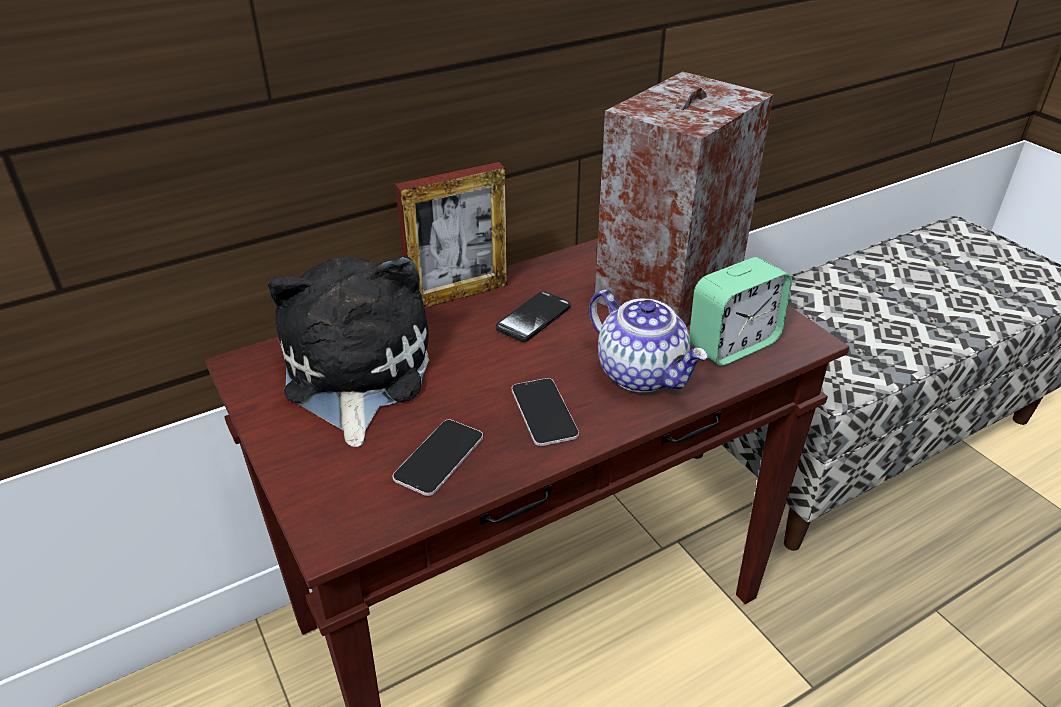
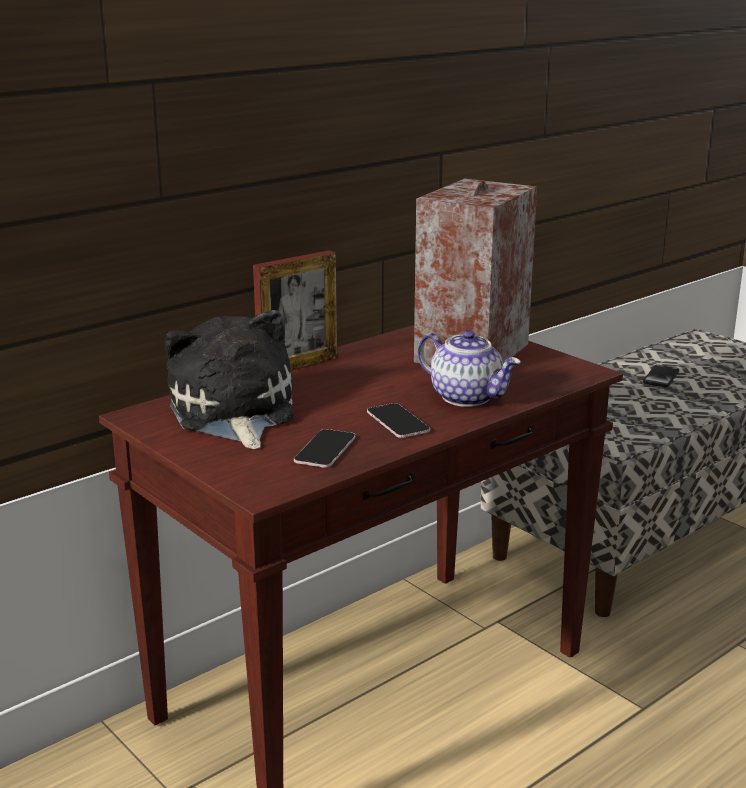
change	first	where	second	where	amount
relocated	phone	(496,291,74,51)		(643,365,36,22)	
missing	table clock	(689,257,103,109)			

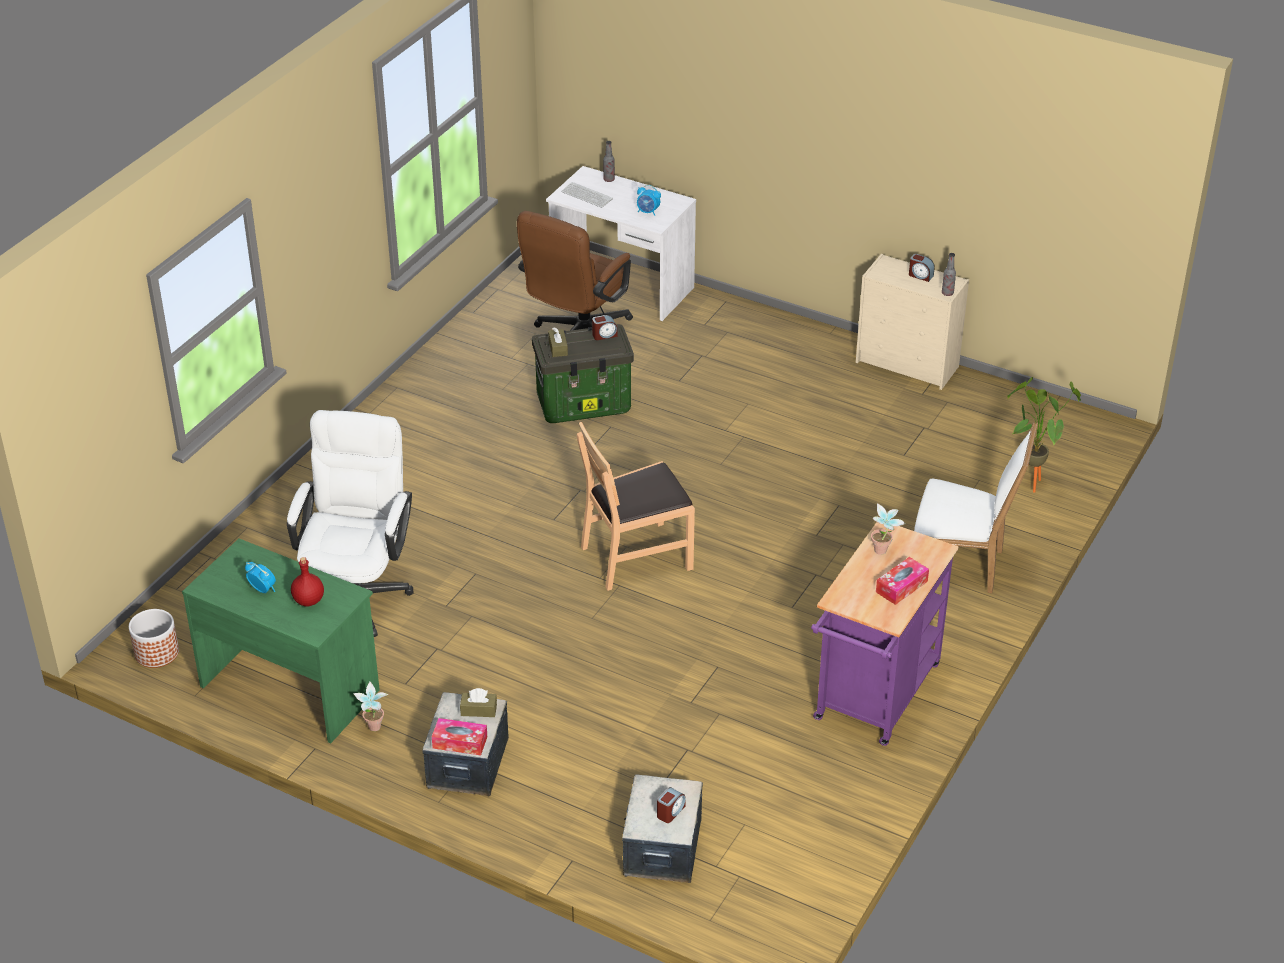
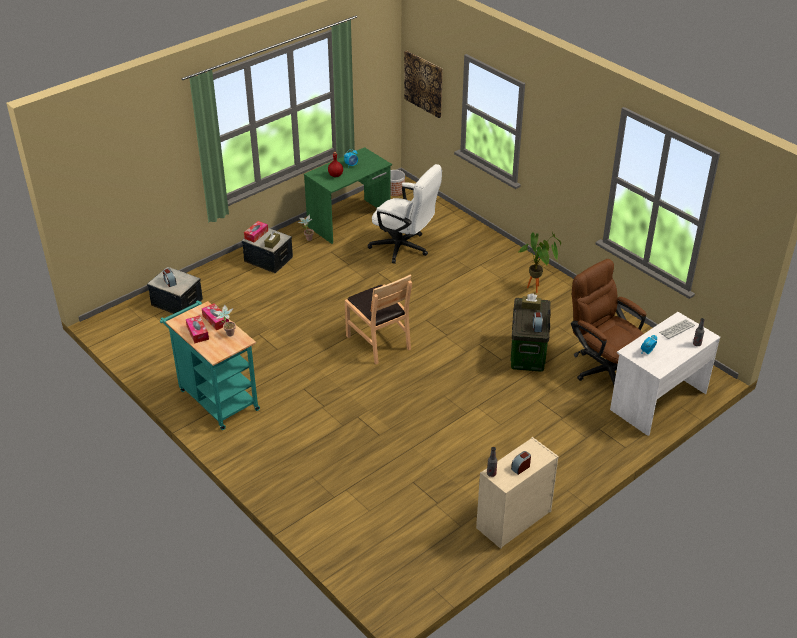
change	first	where	second	where	amount
spun	brown-coloured upright chair	(577,422,118,169)		(345,274,67,90)	150 degrees clockwise
colour	purple cart	(811,522,148,224)	turquoise-coloured cart	(160,301,100,129)	
missing	white-coloured upright chair	(914,422,124,171)			
relocated	potted plant	(1007,377,74,116)		(519,232,42,61)	
appeared			tissue holder	(202,303,27,27)	
appeared			wall art	(404,51,39,67)	

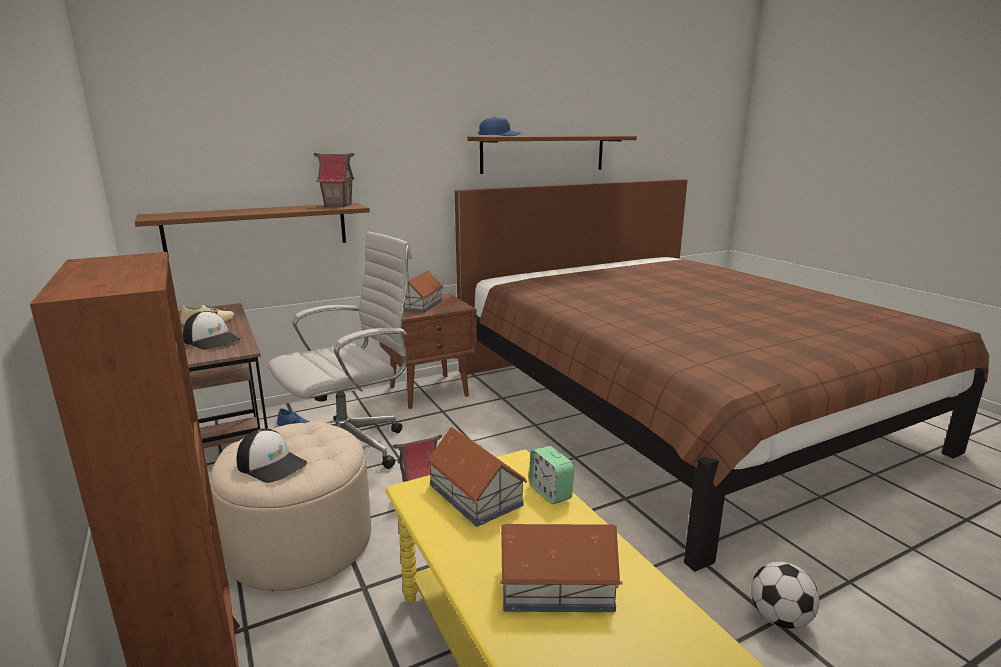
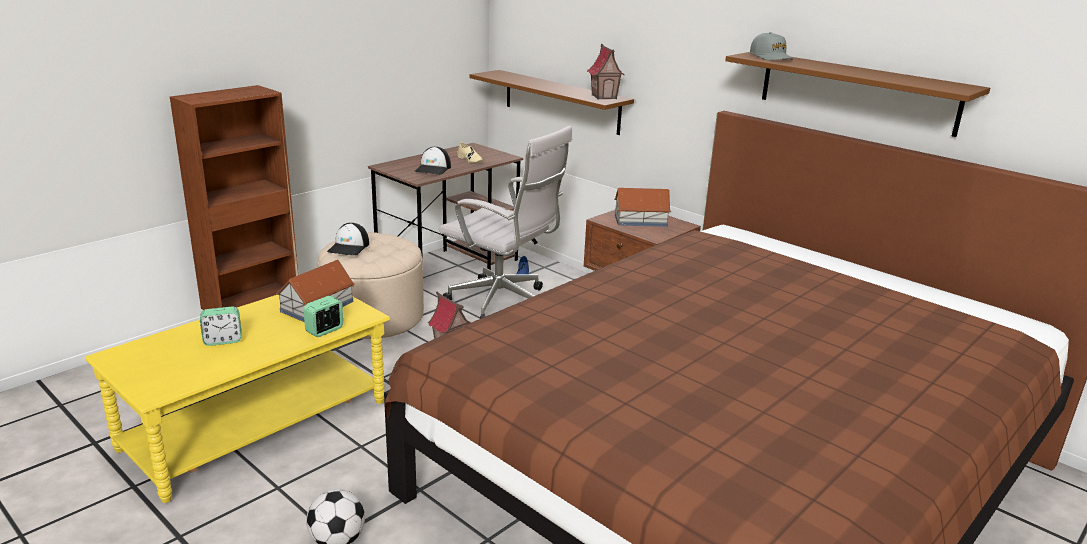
change	first	where	second	where	amount
colour	bluish baseball cap	(479,117,42,19)	greyish baseball cap	(750,32,43,28)	
exchanged	model house	(500,524,123,88)	table clock	(200,306,42,40)	

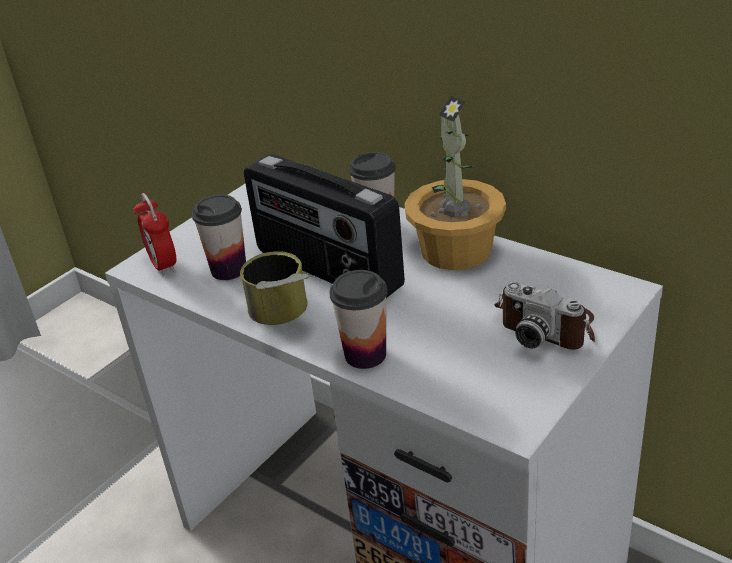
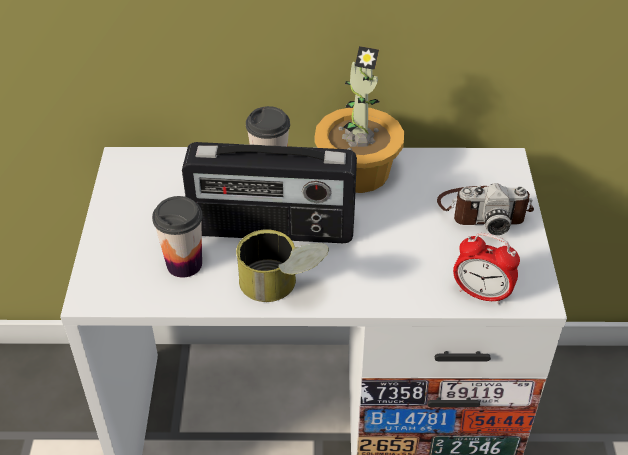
change	first	where	second	where	amount
relocated	table clock	(134,193,43,83)		(453,233,67,72)	
missing	cup	(329,270,59,99)			

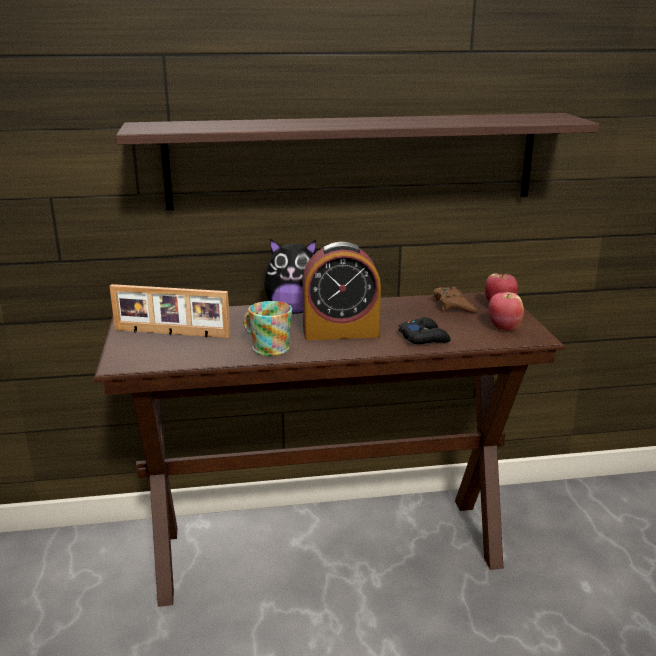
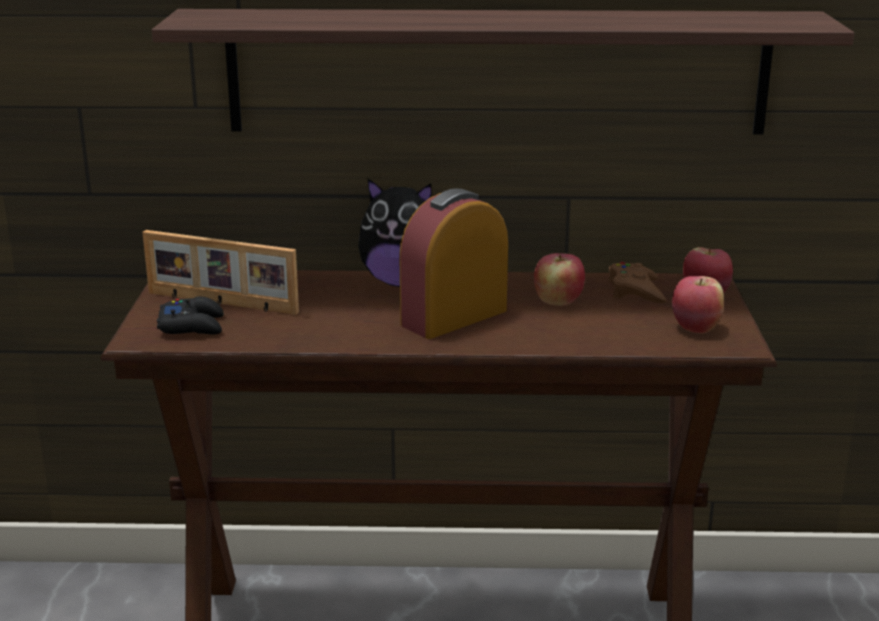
change	first	where	second	where	amount
missing	coffee mug	(243,301,49,55)			
spun	table clock	(302,242,79,98)		(399,188,109,151)	135 degrees clockwise
relocated	black joypad	(398,317,53,27)		(157,297,67,38)	
appeared			whole apple	(534,253,51,52)	

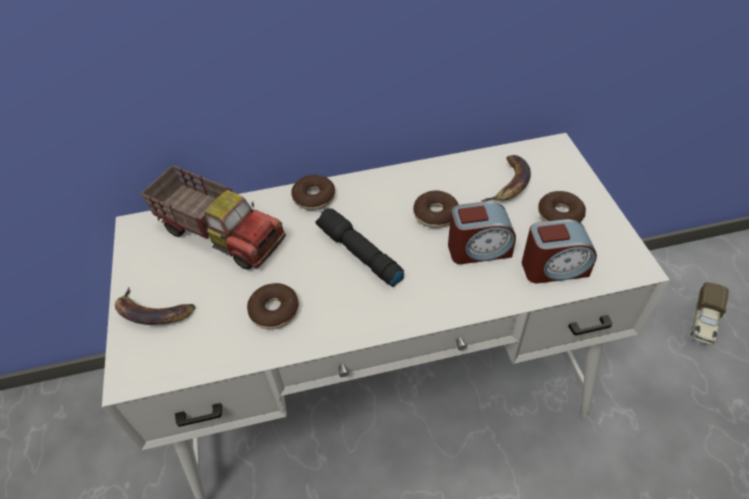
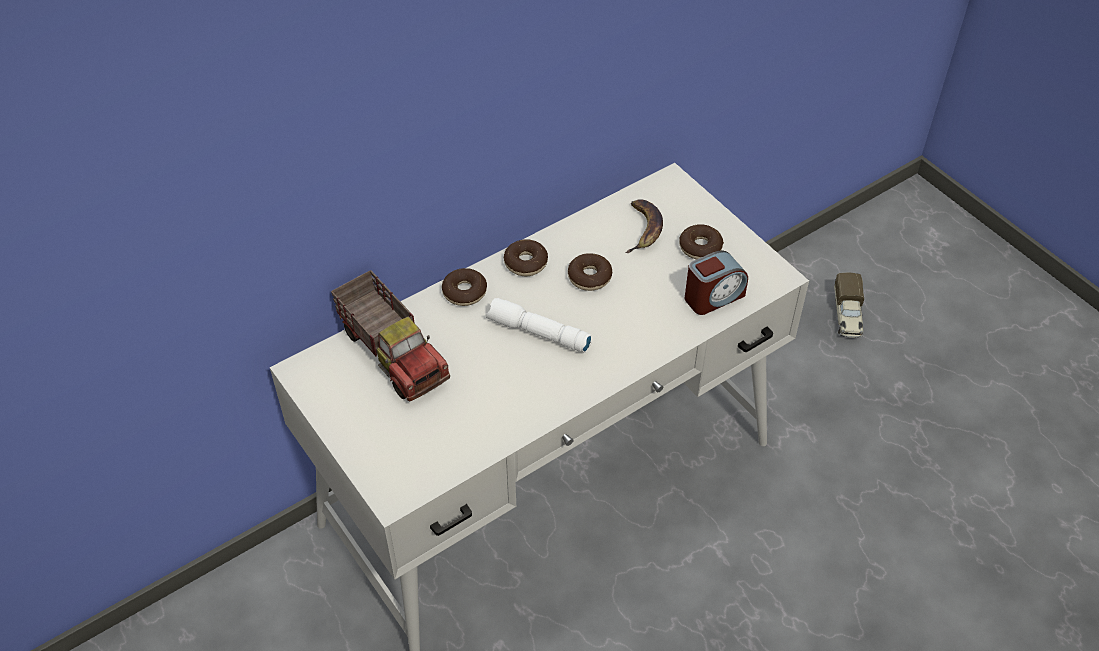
change	first	where	second	where	amount
missing	whole banana	(115,287,80,38)			
spun	model truck	(141,165,145,105)		(331,270,119,131)	45 degrees clockwise
relocated	ring doughnut	(247,283,52,46)		(504,239,44,38)	
colour	black flashlight	(315,208,89,79)	white-coloured flashlight	(485,298,107,55)	
missing	table clock	(448,201,68,63)			

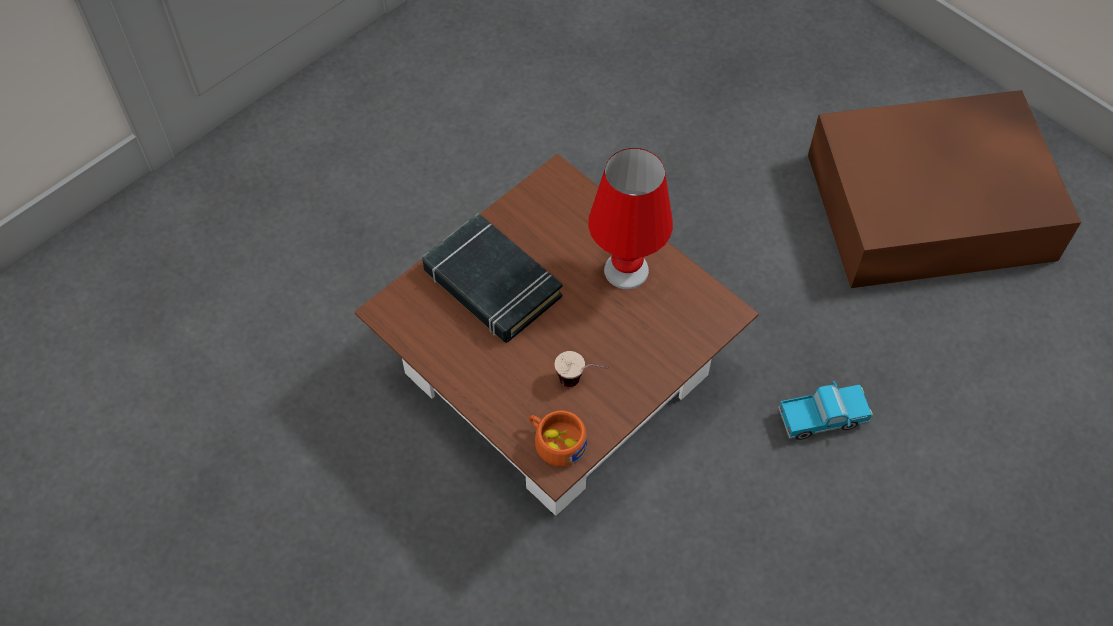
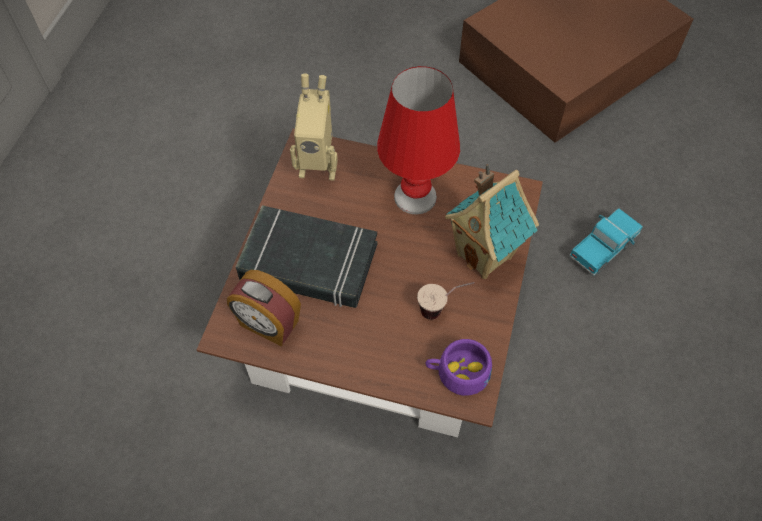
change	first	where	second	where	amount
colour	orange-coloured cup	(529,411,58,56)	purple cup	(425,339,67,57)	
appeared			table clock	(227,270,74,77)	
appeared			robot figure	(290,74,48,107)	
appeared			model house	(445,164,94,115)	

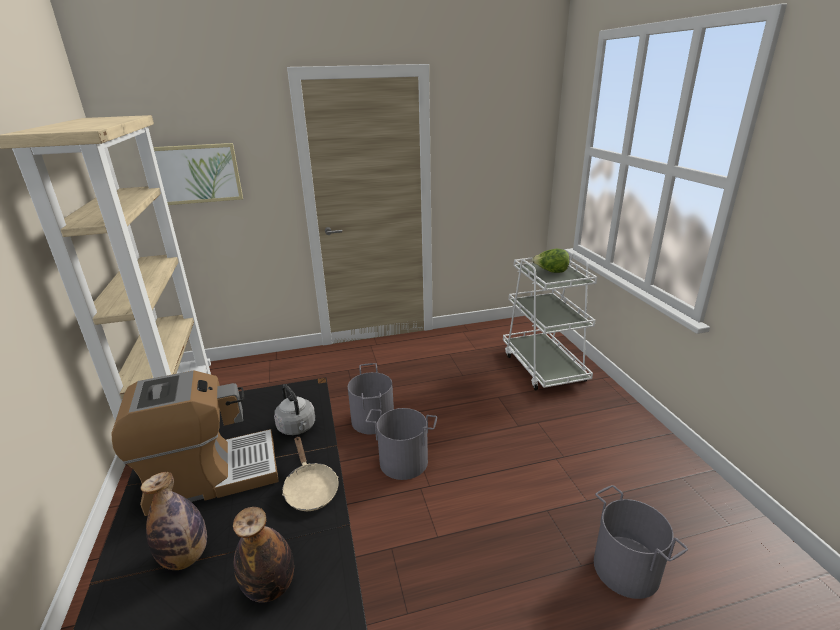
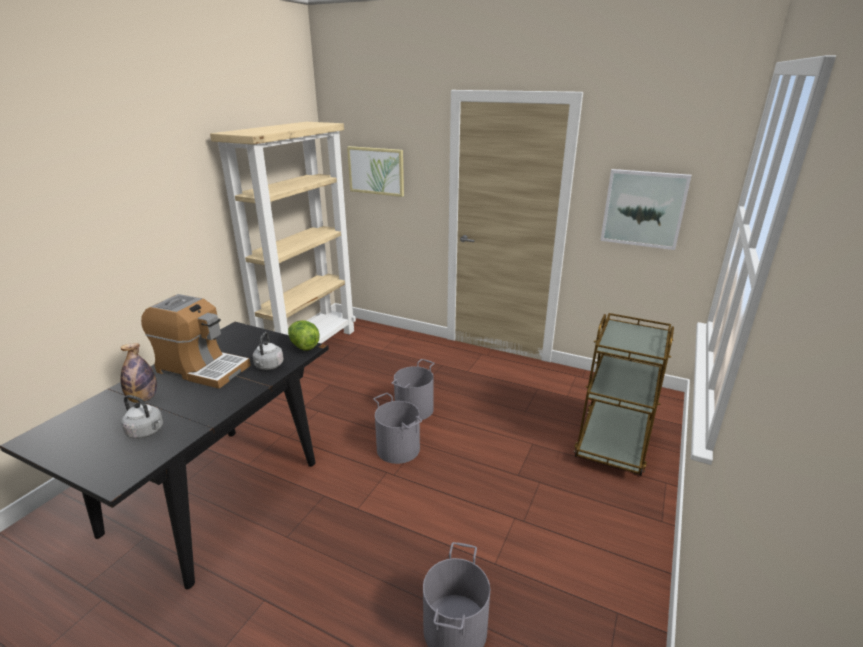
change	first	where	second	where	amount
exchanged	drink bottle	(233,507,61,96)	greyish tea kettle	(121,395,42,44)	
missing	sand-coloured pan	(282,436,57,75)			
colour	white-coloured cart	(503,253,94,138)	brown-coloured cart	(574,313,100,163)	
relocated	lettuce	(532,249,38,24)		(288,320,32,31)	
appeared			wall art	(600,169,92,81)	

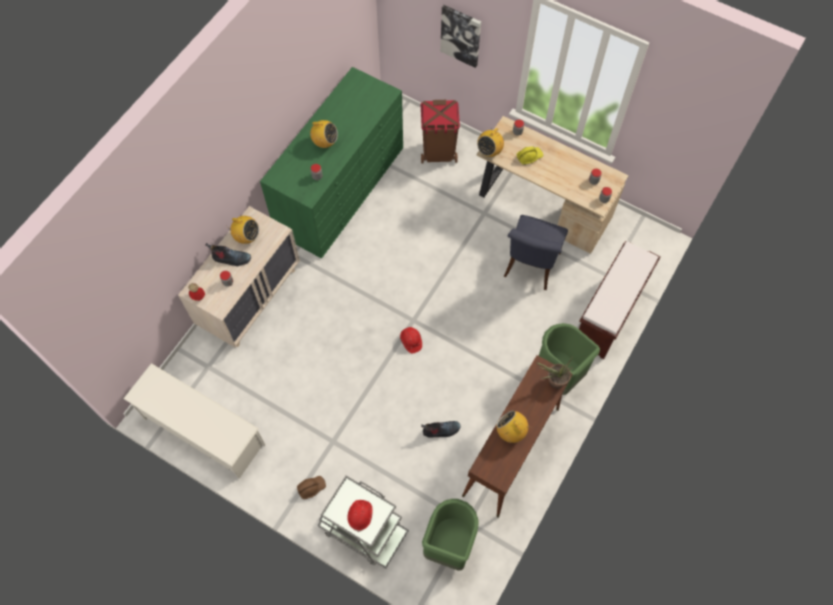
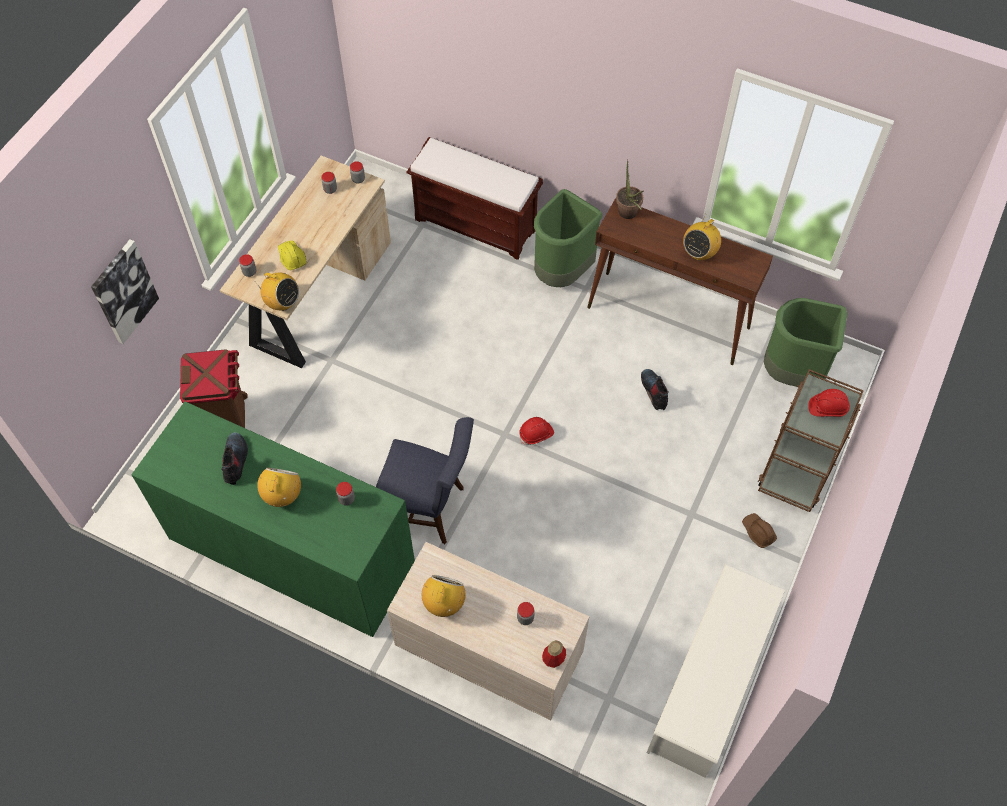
change	first	where	second	where	amount
relocated	boot	(206,243,45,23)		(221,432,27,53)	
colour	greyish cart	(318,476,91,93)	brown-coloured cart	(758,369,106,143)	
relocated	bluish upright chair	(504,215,64,75)		(376,417,98,127)	

